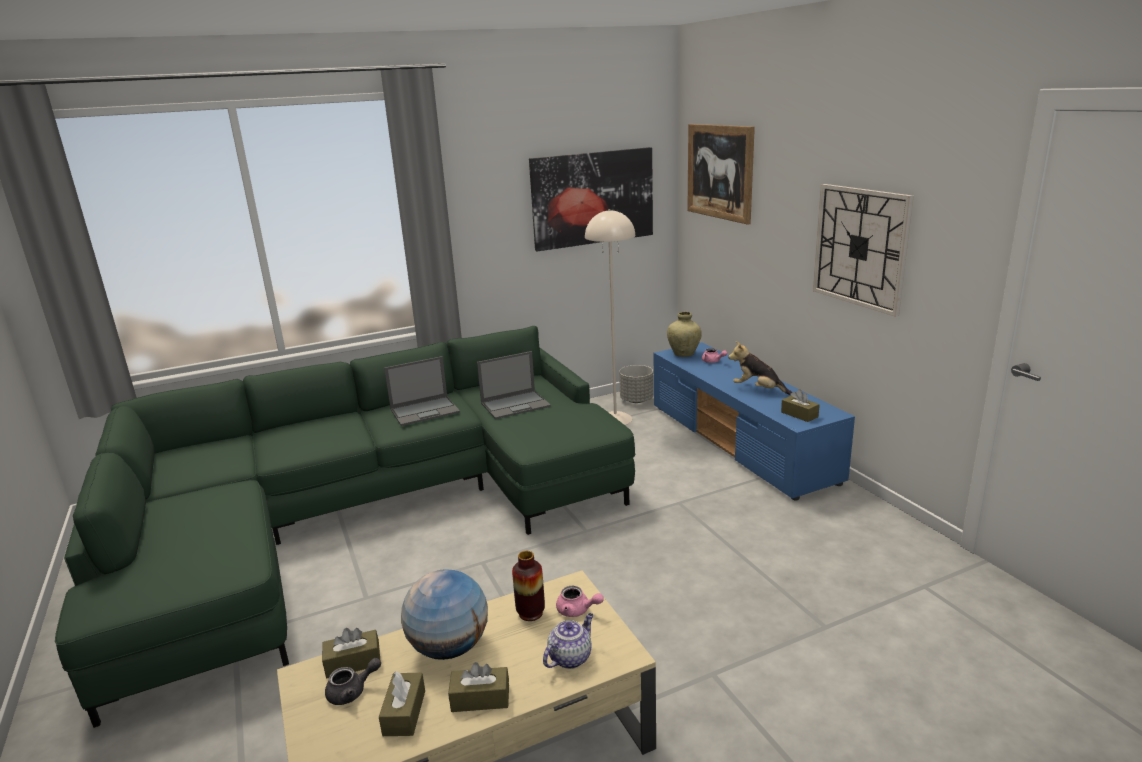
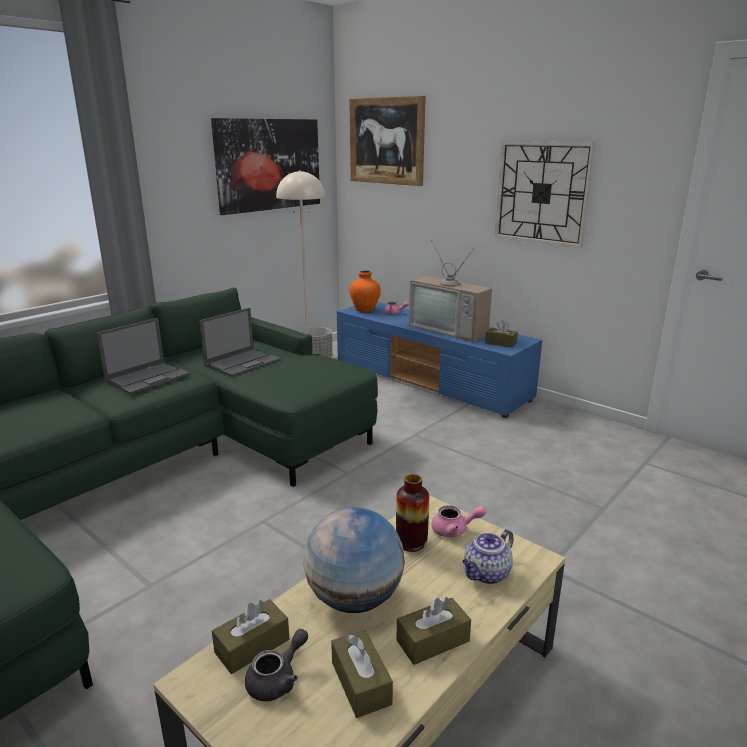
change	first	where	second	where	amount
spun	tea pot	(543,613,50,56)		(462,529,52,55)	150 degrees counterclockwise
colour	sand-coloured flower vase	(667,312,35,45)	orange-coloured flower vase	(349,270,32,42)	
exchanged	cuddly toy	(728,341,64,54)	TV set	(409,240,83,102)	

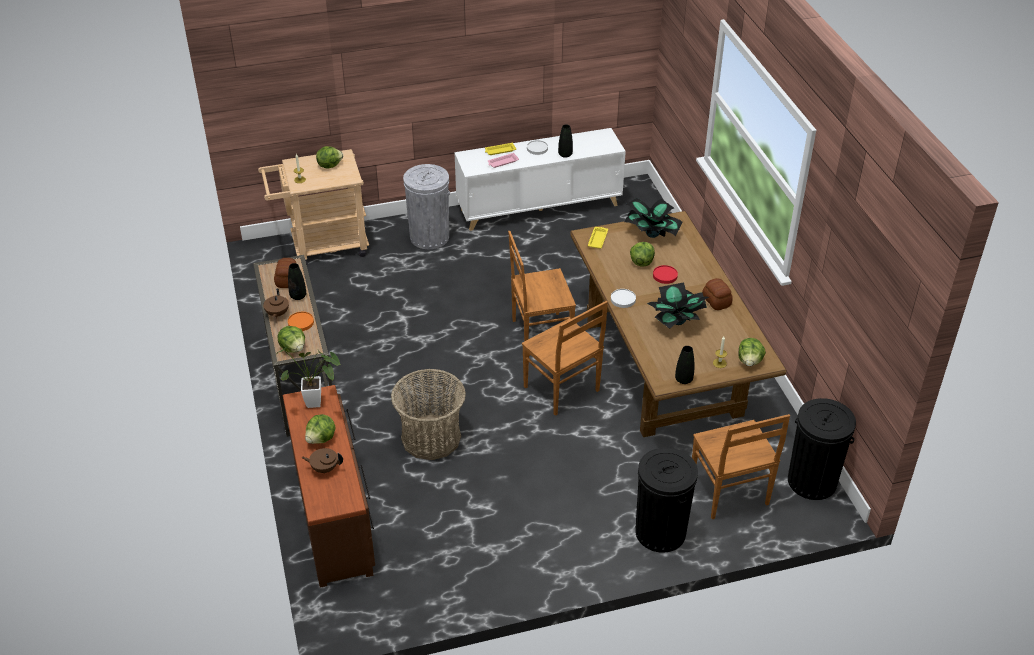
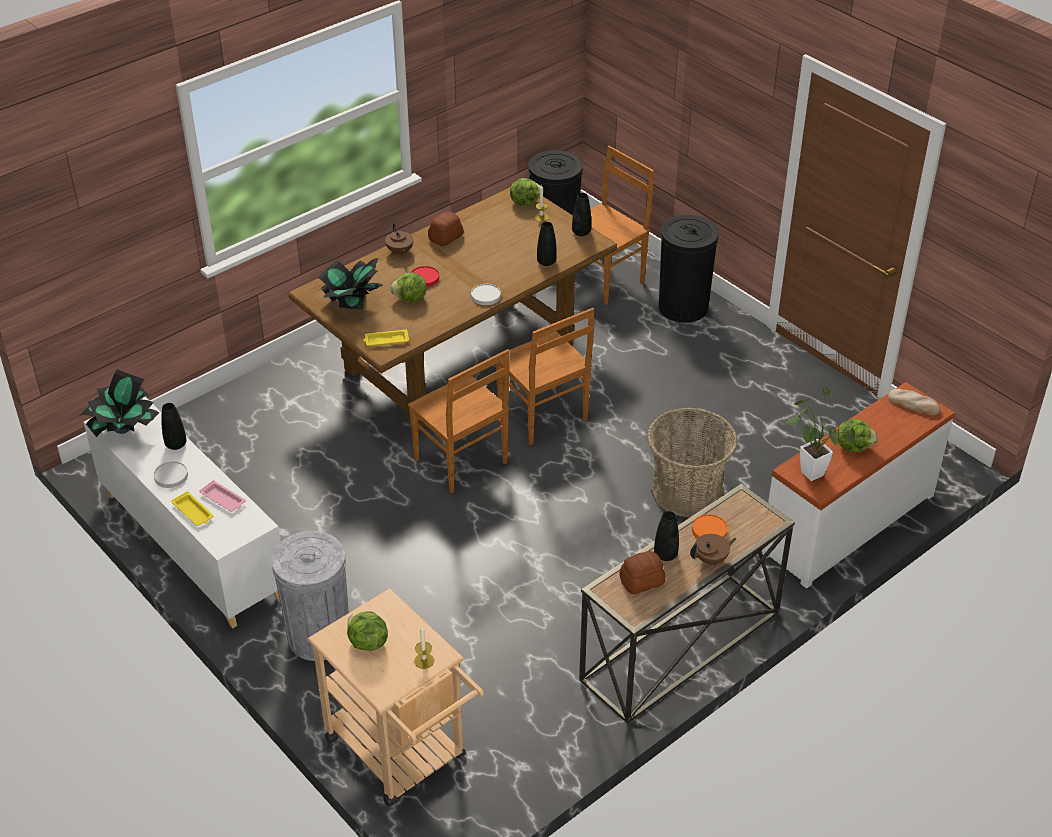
change	first	where	second	where	amount
missing	lettuce	(278,326,27,27)			
colour	brown-coloured chest of drawers	(283,385,92,203)	white-coloured chest of drawers	(762,382,193,206)	
relocated	brown-coloured tea pot	(301,448,42,25)		(385,223,28,32)	
spun	brown-coloured upright chair	(522,301,86,115)		(496,308,98,137)	120 degrees clockwise
relocated	potted plant	(647,282,62,47)		(80,369,80,68)	
appeared			black flower vase	(537,222,20,44)	
appeared			bread	(888,389,53,27)	

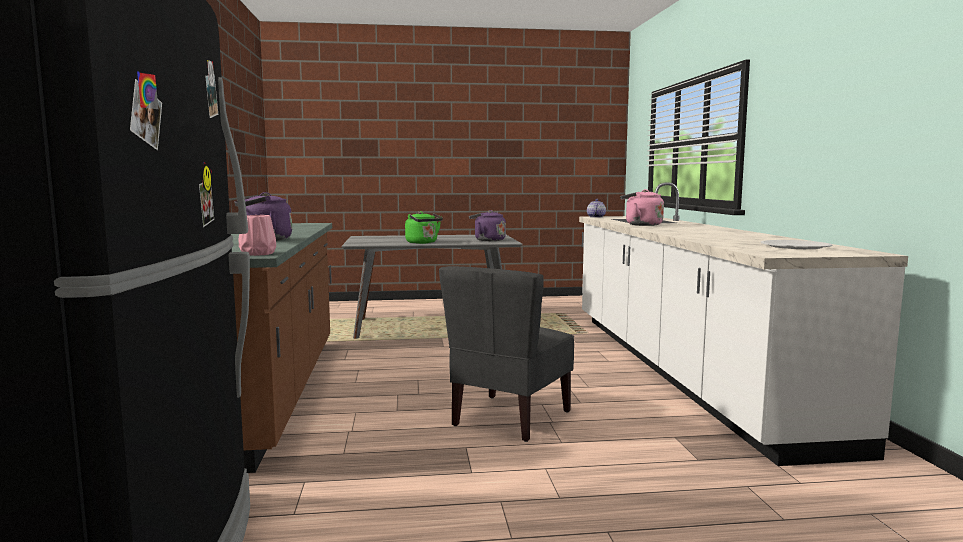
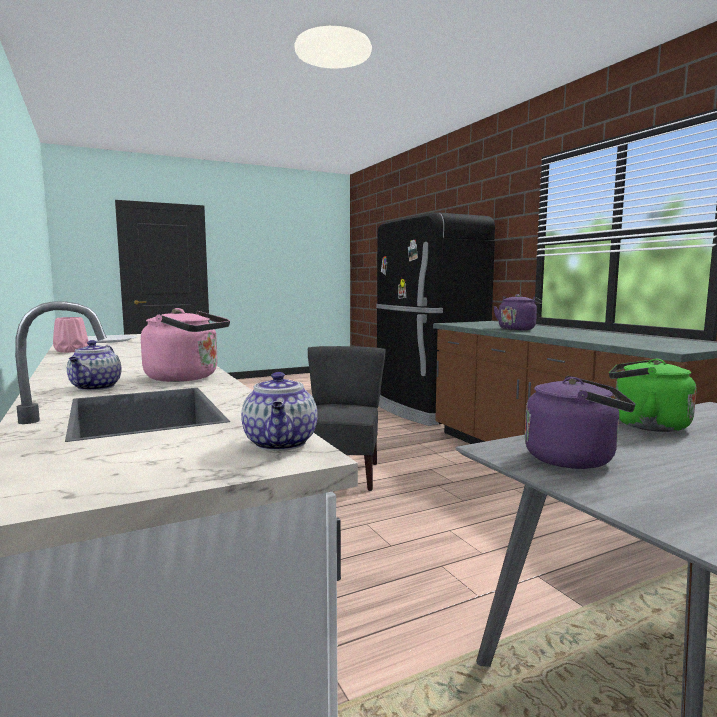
change	first	where	second	where	amount
relocated	pink flower vase	(238,215,38,41)		(53,317,35,36)	
appeared			tea pot	(67,340,54,51)	

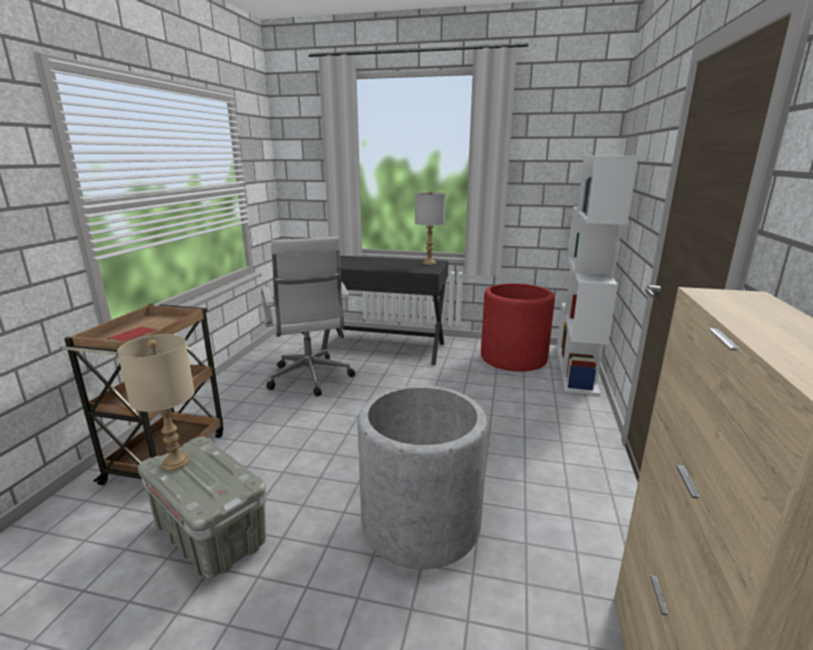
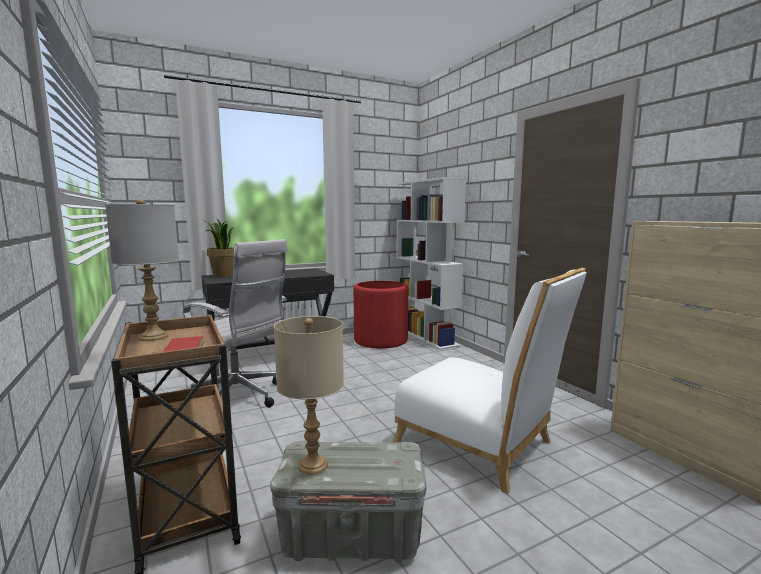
change	first	where	second	where	amount
exchanged	greyish planter	(358,386,130,183)	white-coloured upright chair	(392,268,195,226)	
relocated	greyish table lamp	(415,191,31,74)		(105,199,74,142)	
appeared			potted plant	(203,219,31,58)	

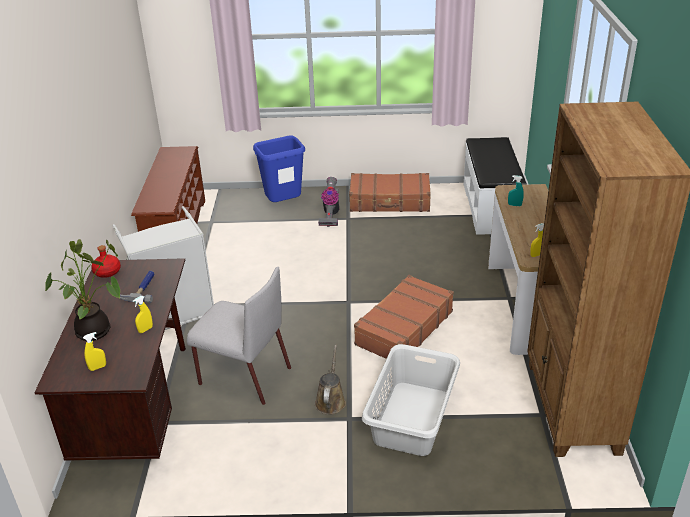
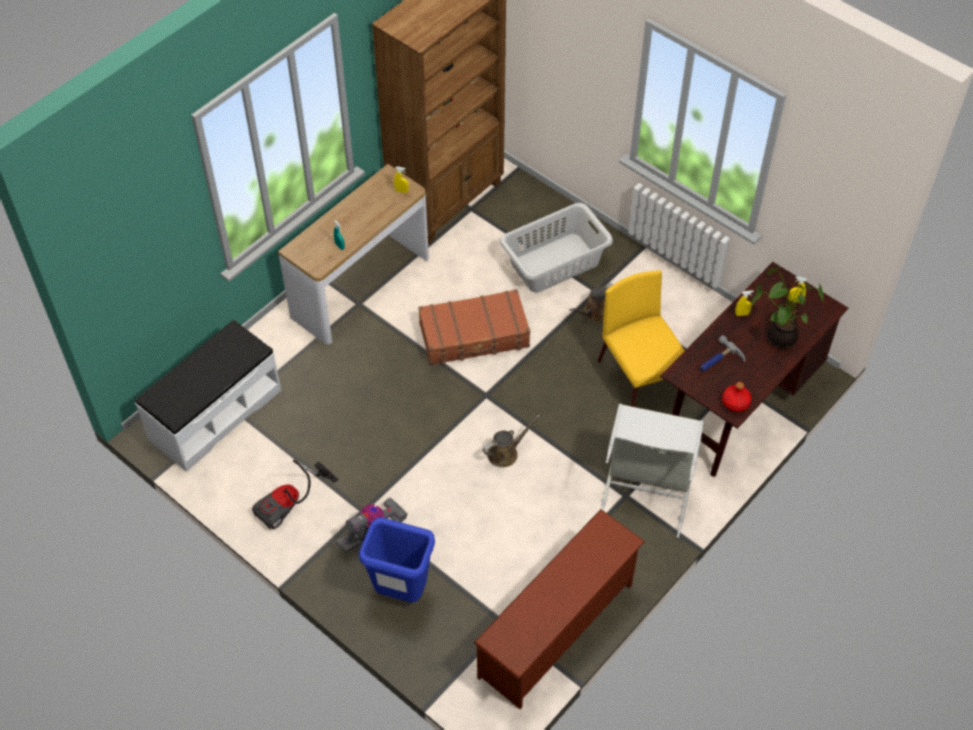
change	first	where	second	where	amount
colour	greyish upright chair	(187,267,104,138)	yellow upright chair	(597,270,88,137)	
exchanged	brown-coloured suitcase	(349,173,82,39)	hoover	(252,460,87,70)	
appeared			brown-coloured watering can	(482,415,58,52)	

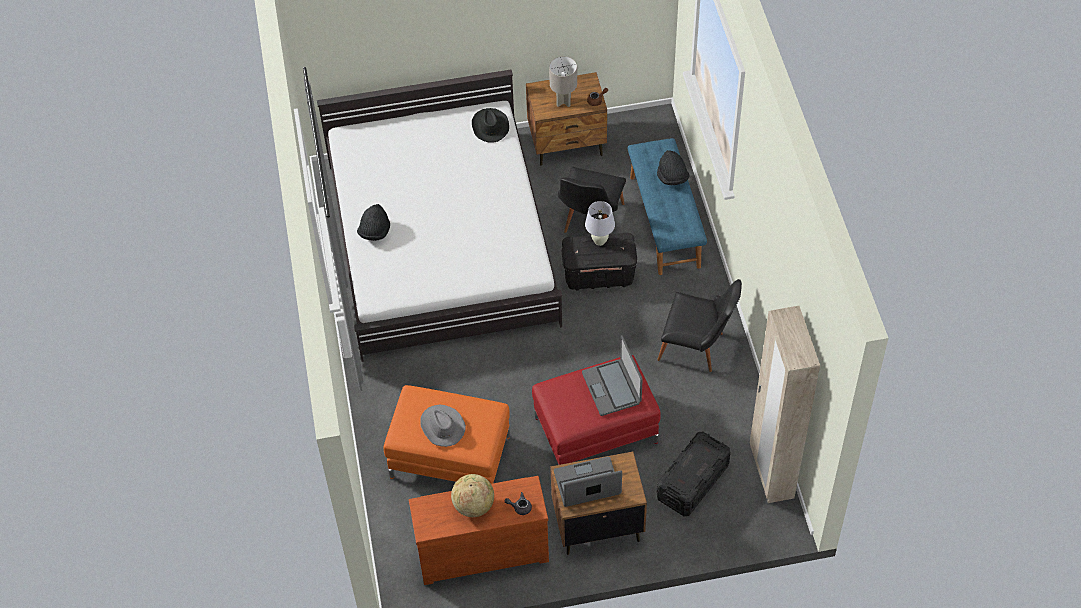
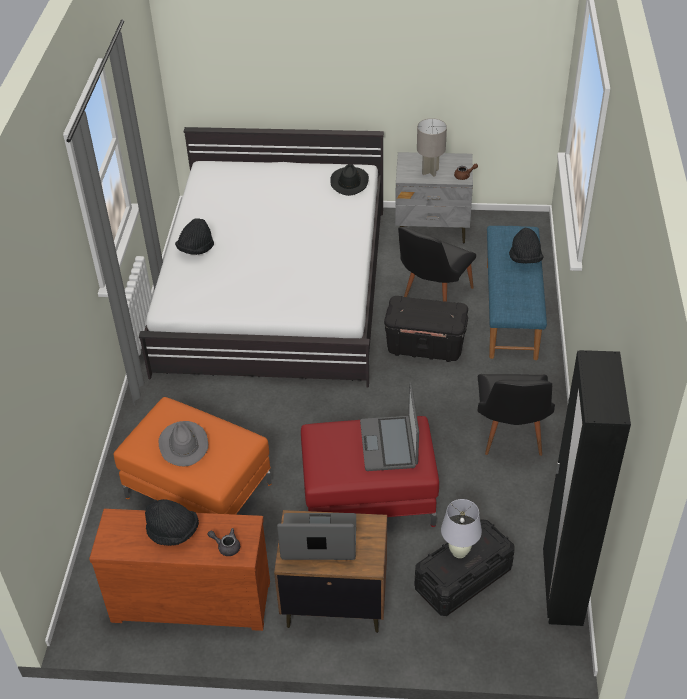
change	first	where	second	where	amount
exchanged	world globe	(451,474,43,43)	black hat	(145,499,54,47)	
colour	brown-coloured night table	(526,72,81,94)	greyish night table	(395,152,78,91)	
relocated	white-coloured table lamp	(585,201,30,45)		(441,499,41,59)	
spun	black upright chair	(657,279,85,93)		(478,374,77,82)	60 degrees clockwise
colour	sand-coloured wardrobe	(750,306,70,197)	black wardrobe	(543,350,88,276)	

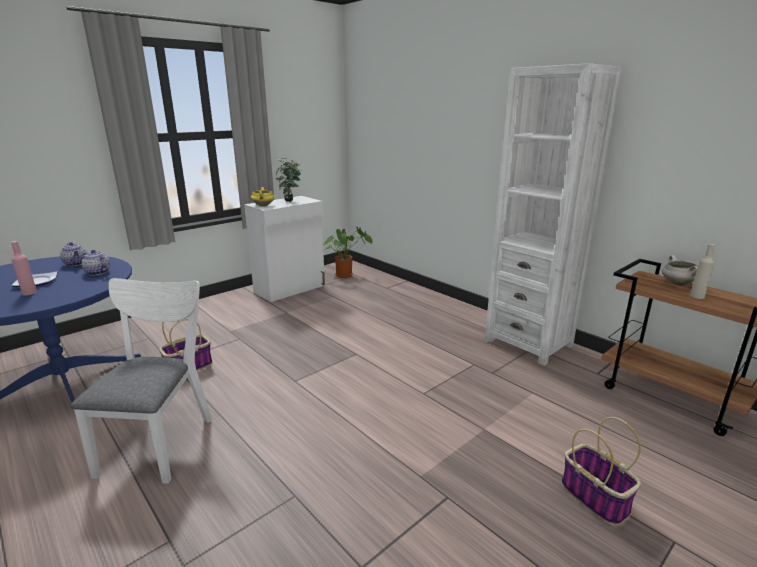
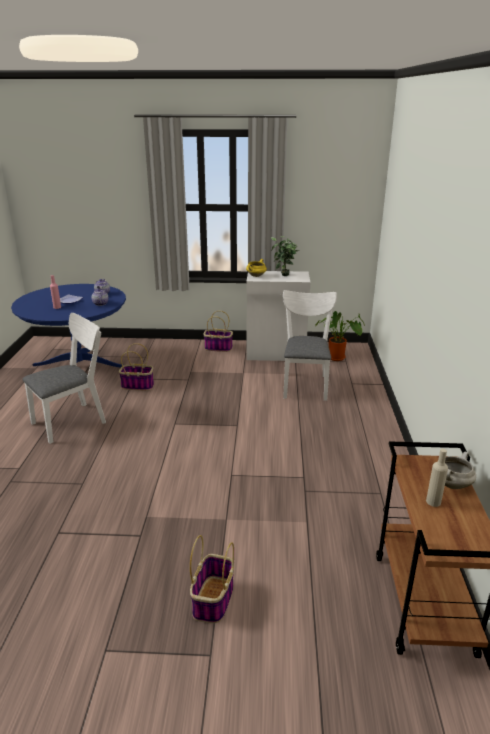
change	first	where	second	where	amount
missing	white-coloured bookcase	(485,63,137,303)			
appeared			basket	(203,311,30,41)	
appeared			white-coloured upright chair	(283,290,54,111)	

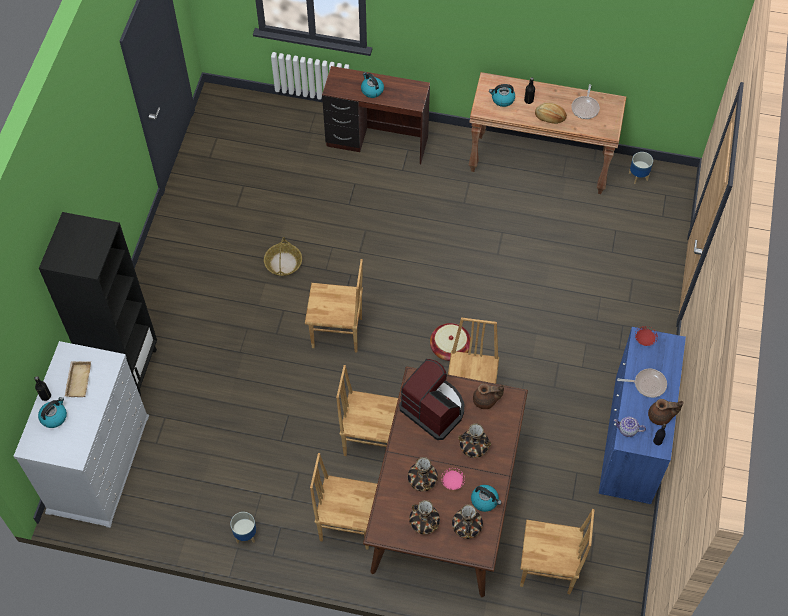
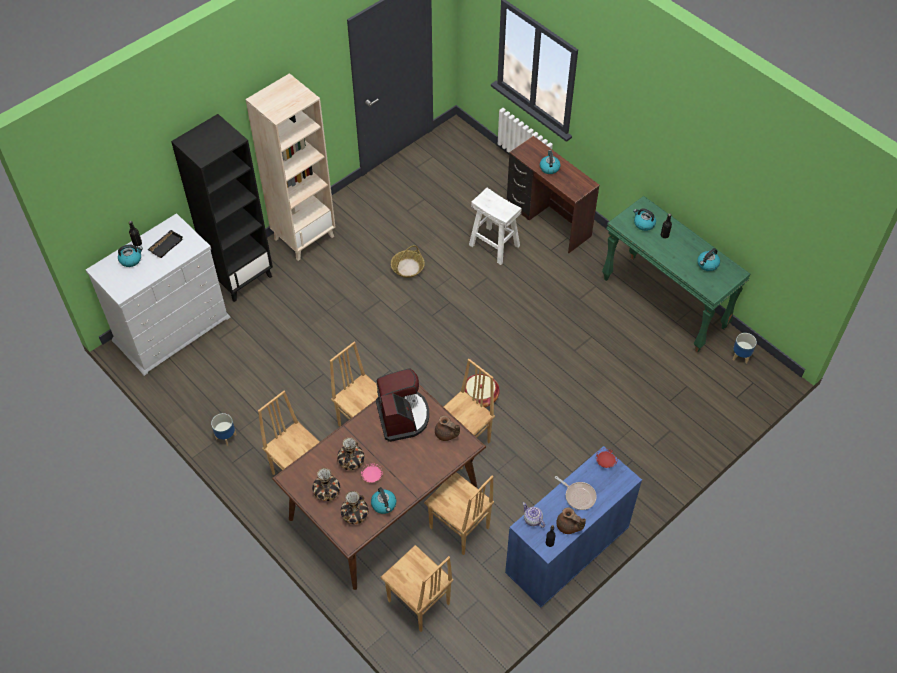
change	first	where	second	where	amount
colour	sand-coloured carrying tray	(65,361,26,36)	black carrying tray	(147,230,36,28)	
relocated	brown-coloured upright chair	(305,259,58,94)		(424,472,70,83)	
missing	flower vase	(458,423,33,35)			
colour	brown-coloured narrow table	(469,72,157,122)	green-coloured narrow table	(602,196,149,157)	
missing	bread	(535,103,32,21)			
exchanged	pan	(571,84,29,35)	tea kettle	(698,248,22,23)	
appeared			sand-coloured bookcase	(245,73,90,188)	
appeared			white-coloured stool	(469,188,53,77)	

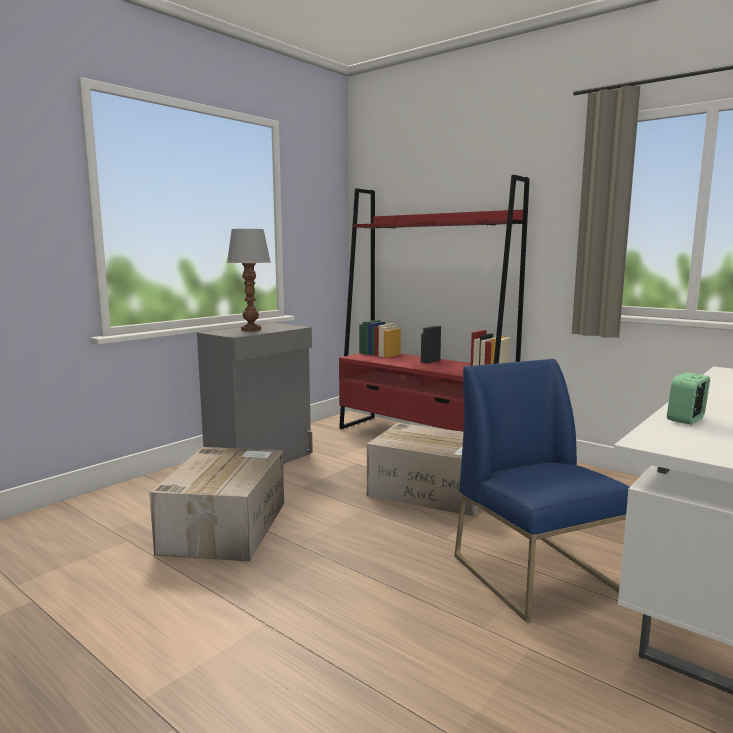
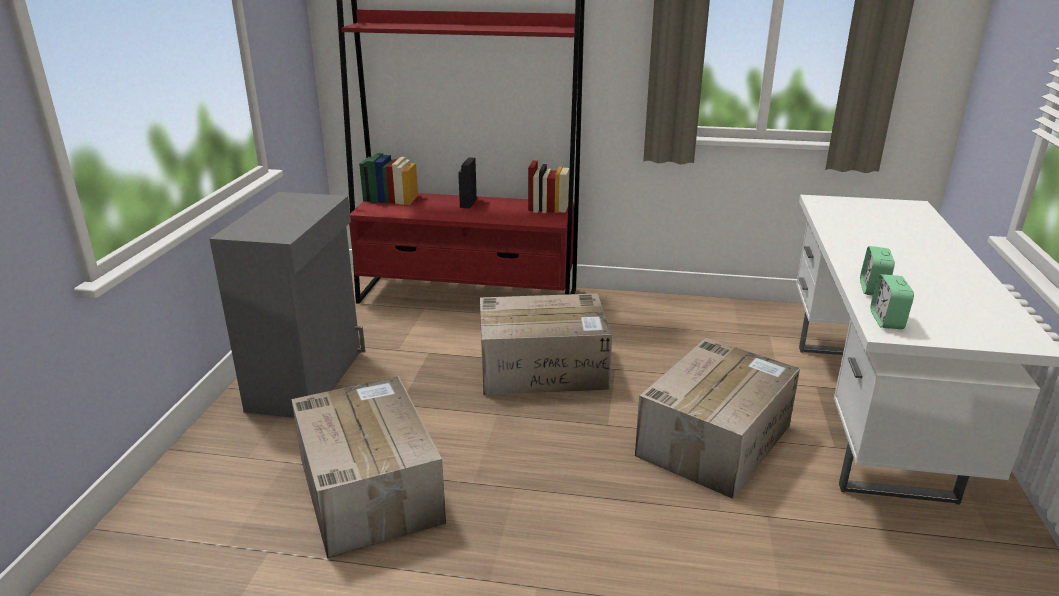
change	first	where	second	where	amount
missing	table lamp	(227,229,44,102)			
exchanged	bluish upright chair	(454,359,176,264)	cardboard box	(635,338,165,161)	
appeared			table clock	(871,274,43,55)	

